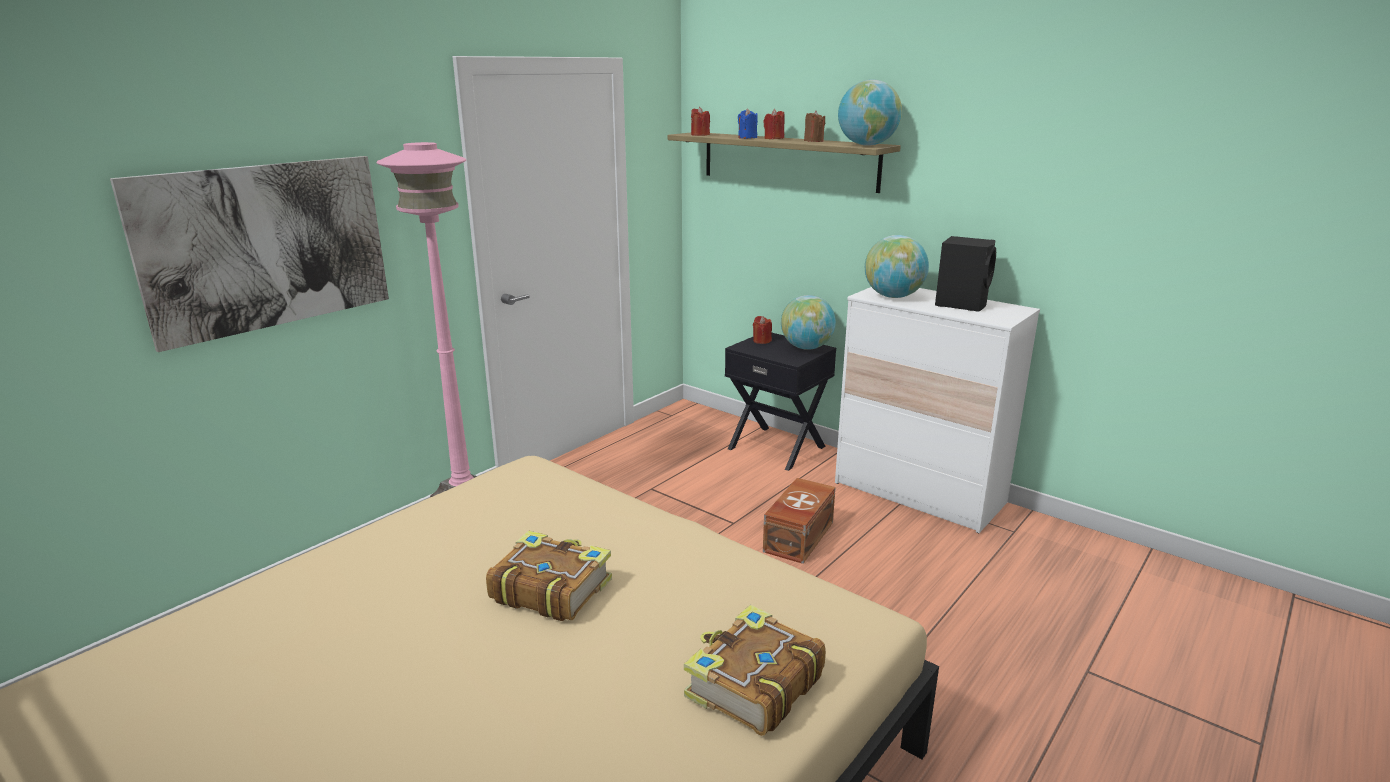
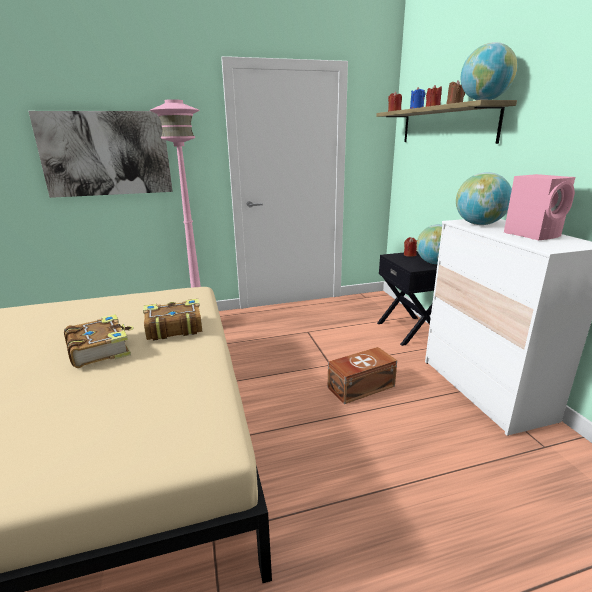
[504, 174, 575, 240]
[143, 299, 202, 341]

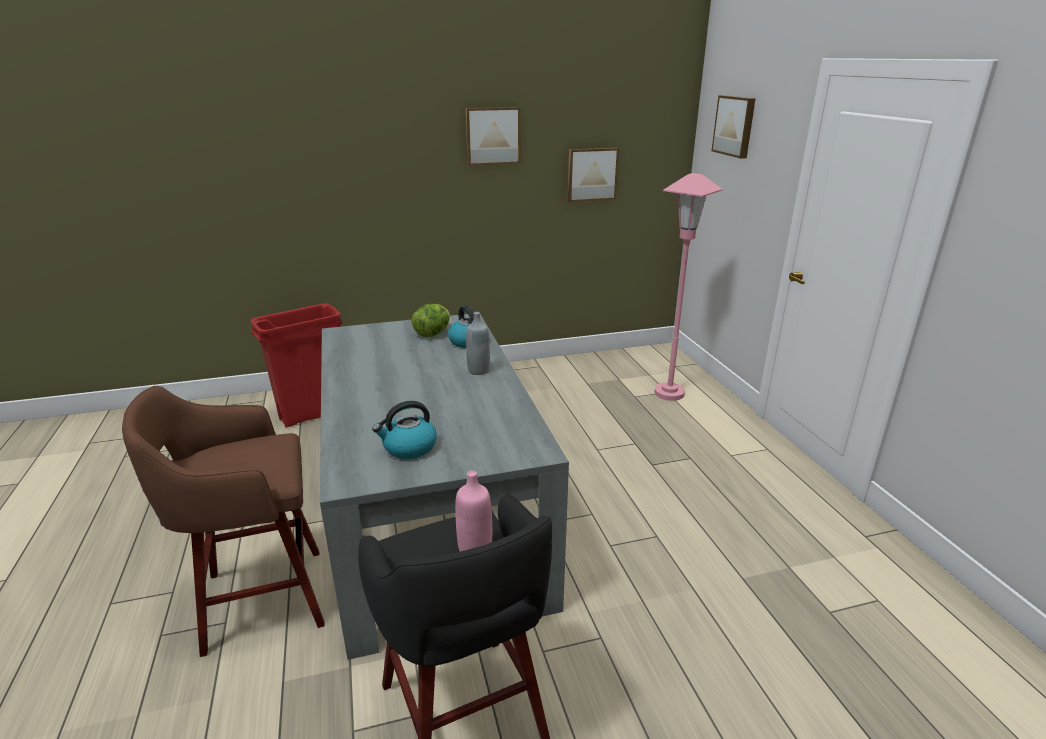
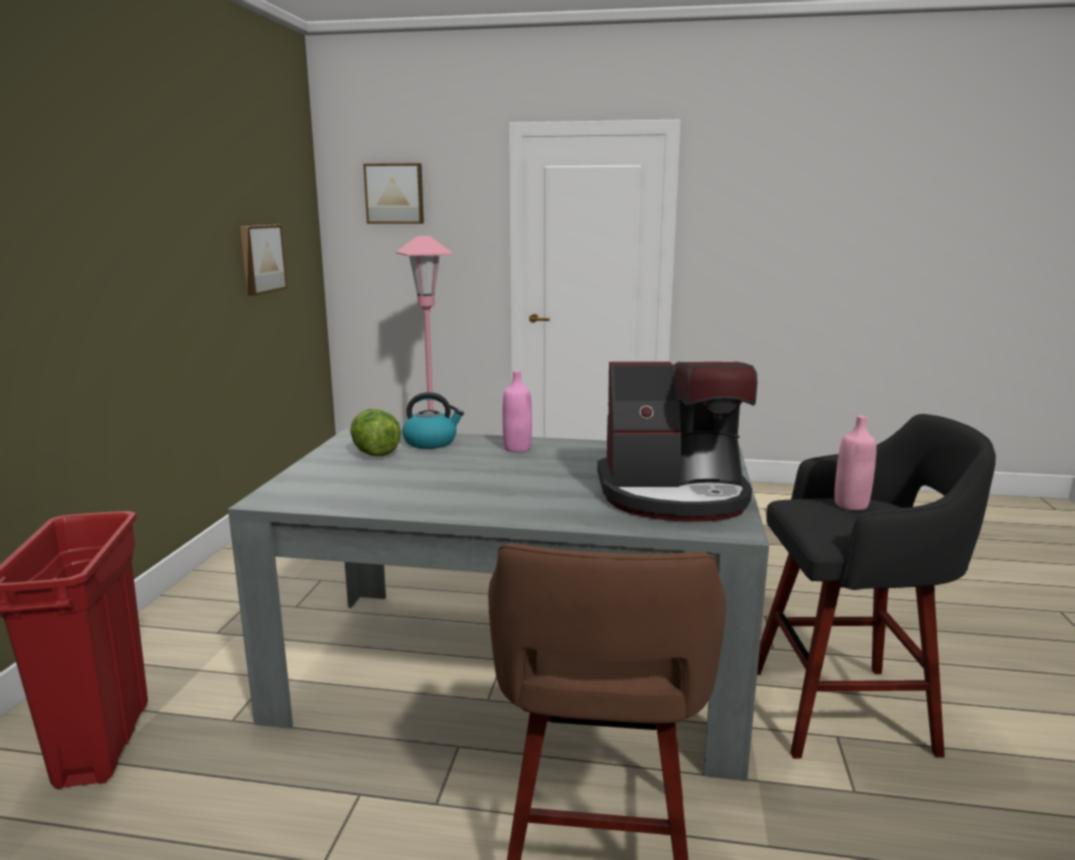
[466, 107, 520, 166] (first image)
[503, 371, 532, 452]
[597, 362, 757, 522]

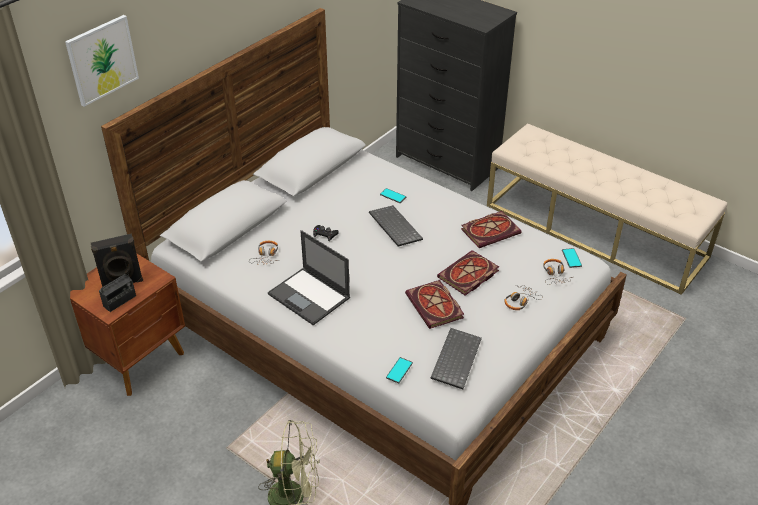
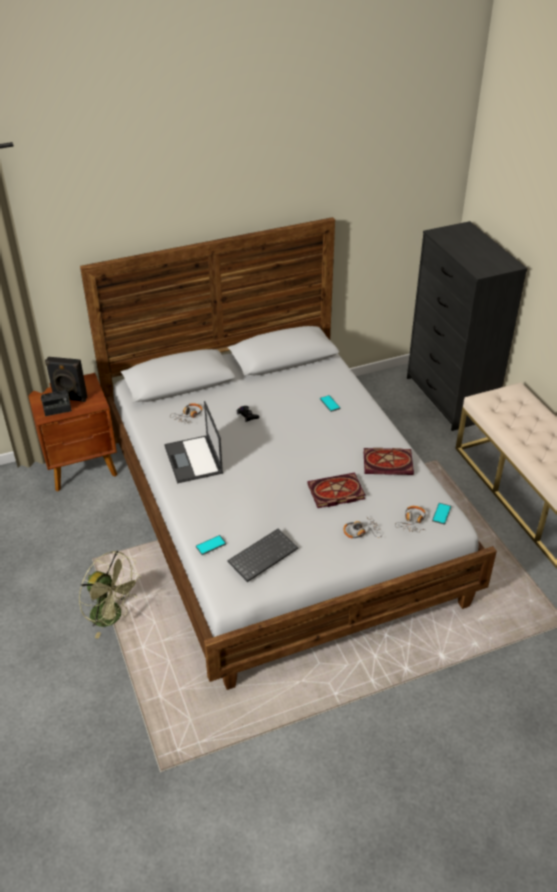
[65, 15, 139, 107] (first image)
[369, 205, 423, 247] (first image)
[405, 280, 464, 329] (first image)

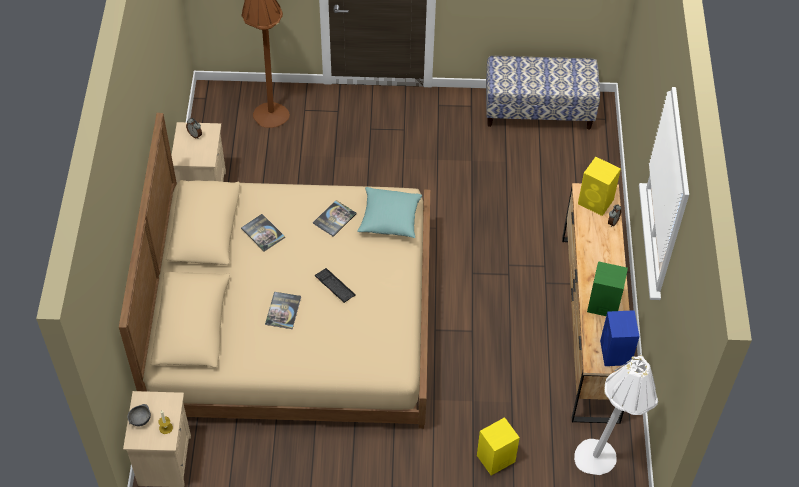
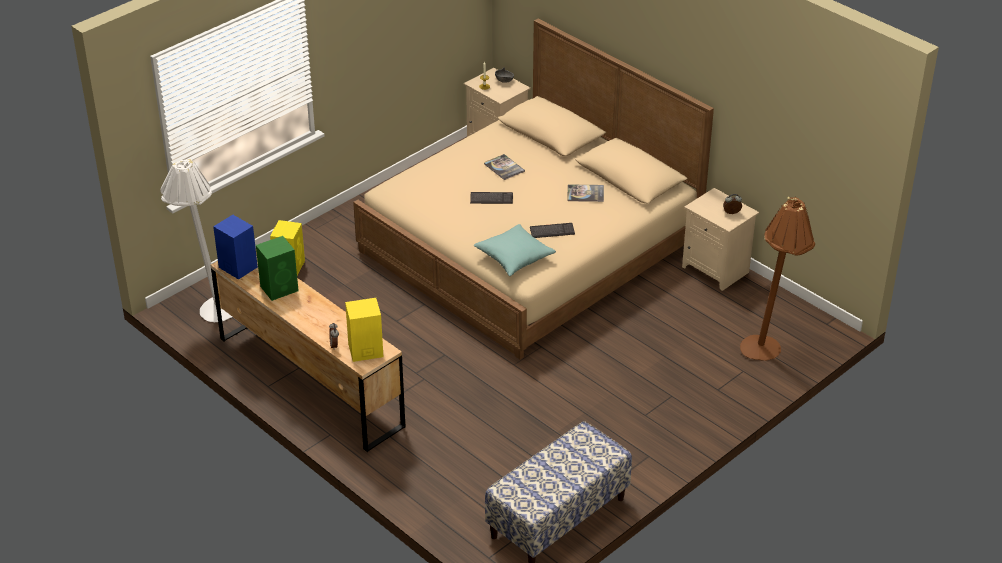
[530, 223, 575, 238]

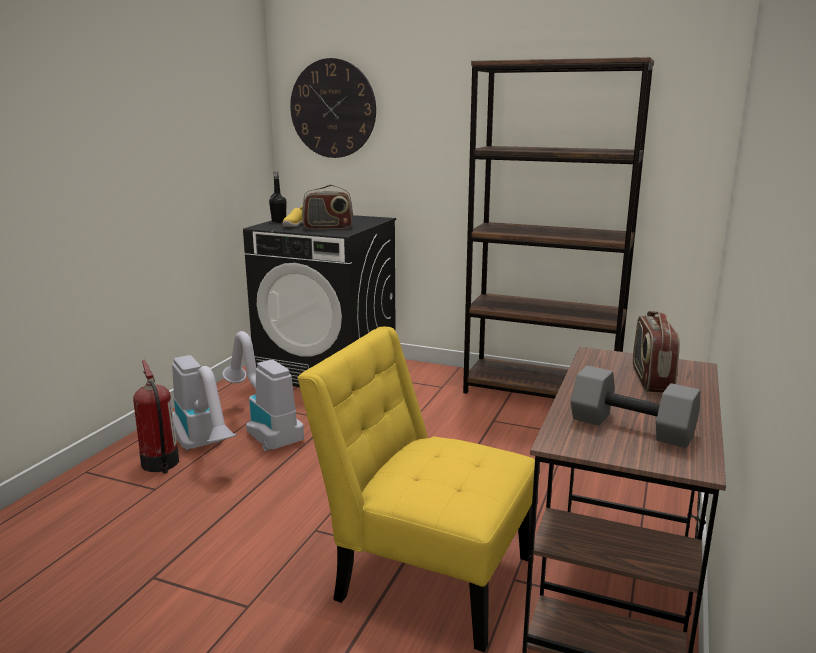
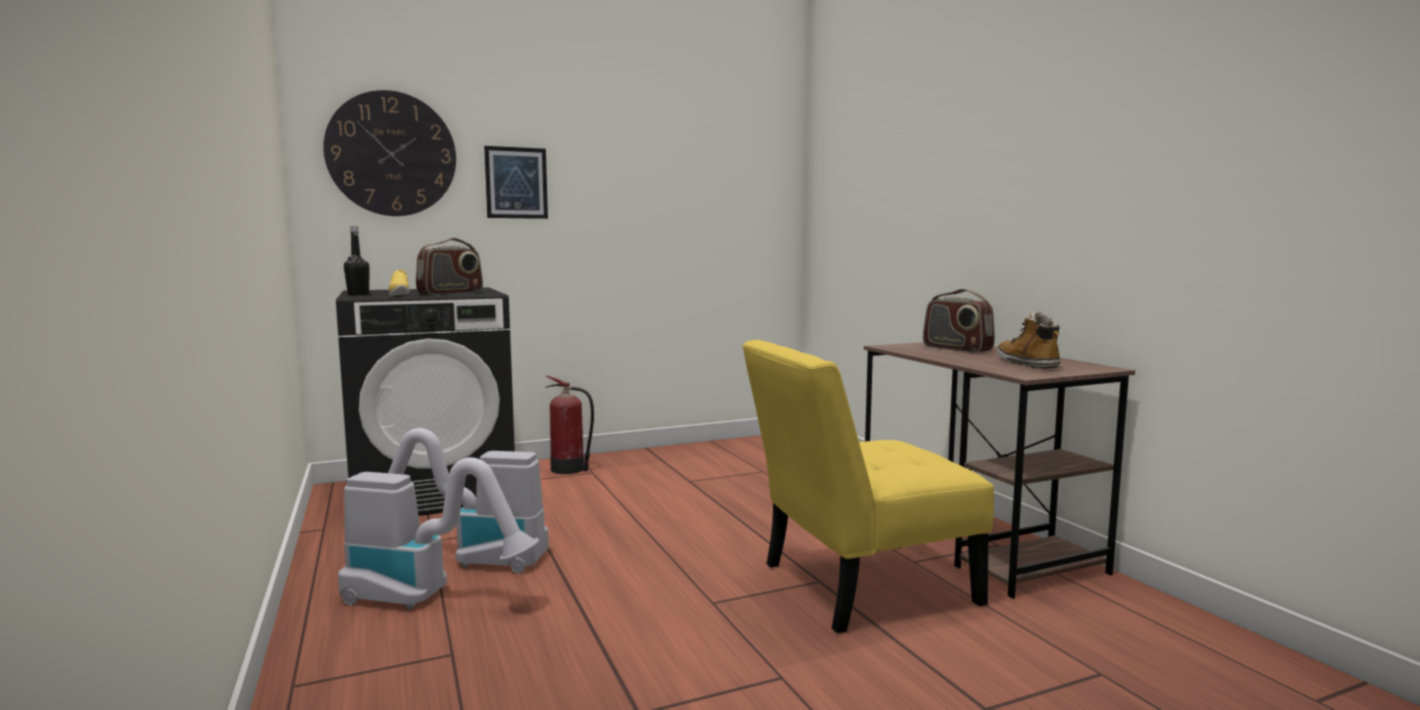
[463, 57, 654, 399] (first image)
[545, 375, 594, 474]
[997, 311, 1060, 369]
[484, 146, 548, 219]

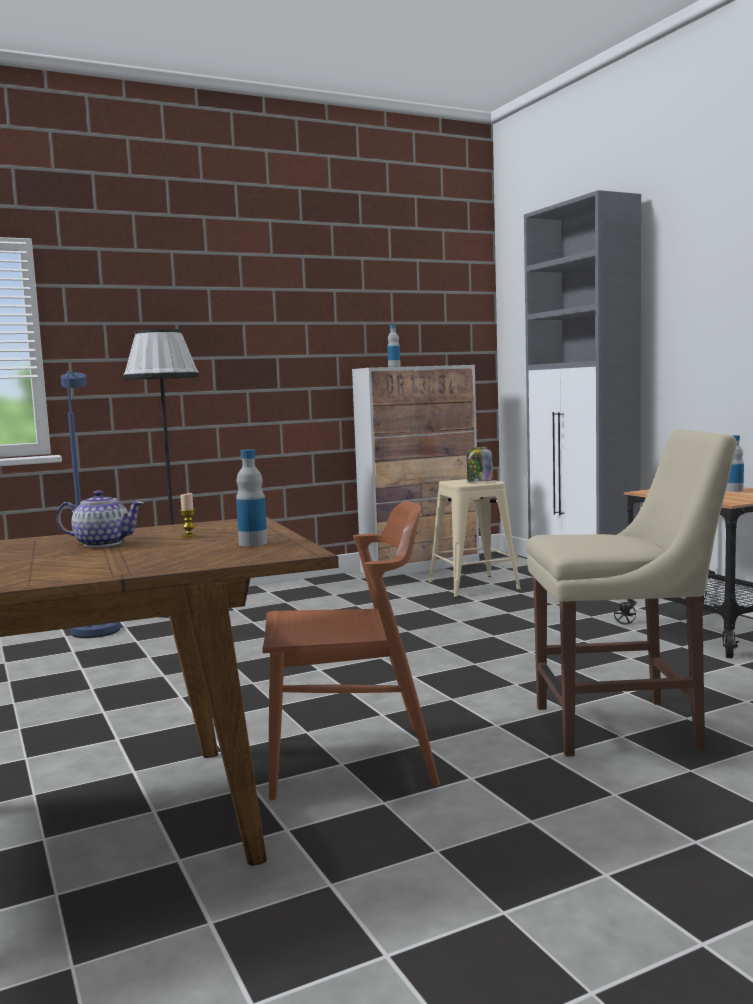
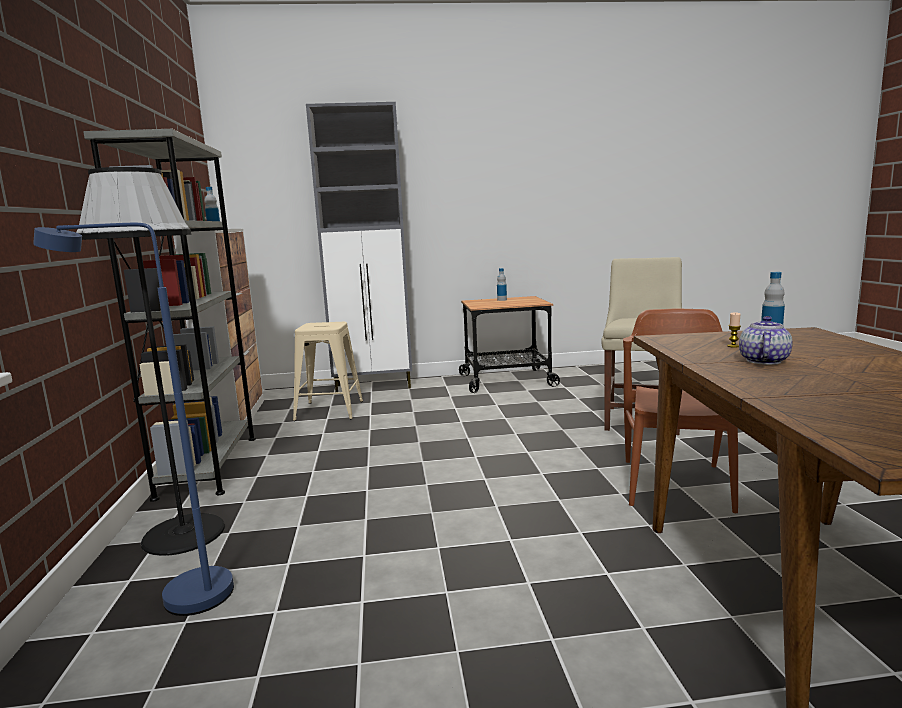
[467, 447, 493, 482] (first image)
[83, 129, 256, 502]

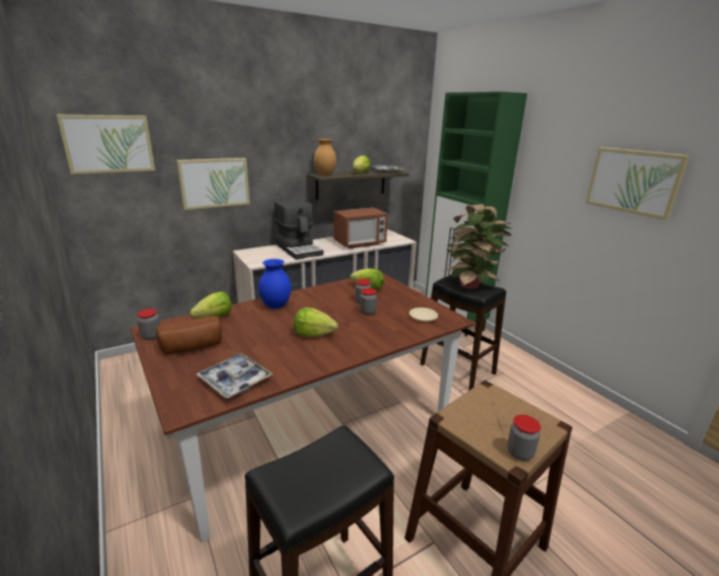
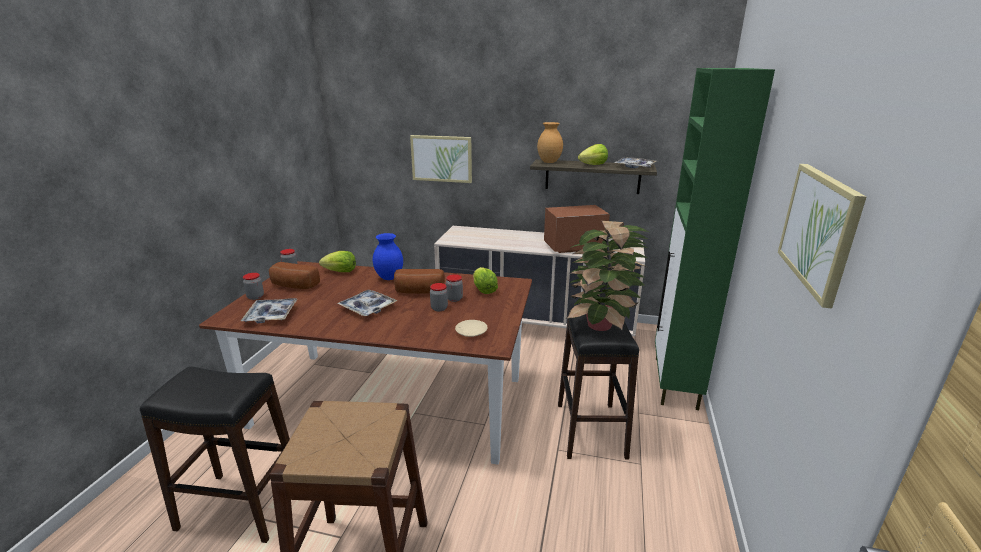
[56, 115, 155, 174] (first image)
[274, 199, 324, 260] (first image)
[544, 205, 610, 253]
[337, 290, 397, 316]
[243, 273, 264, 300]
[394, 269, 445, 294]

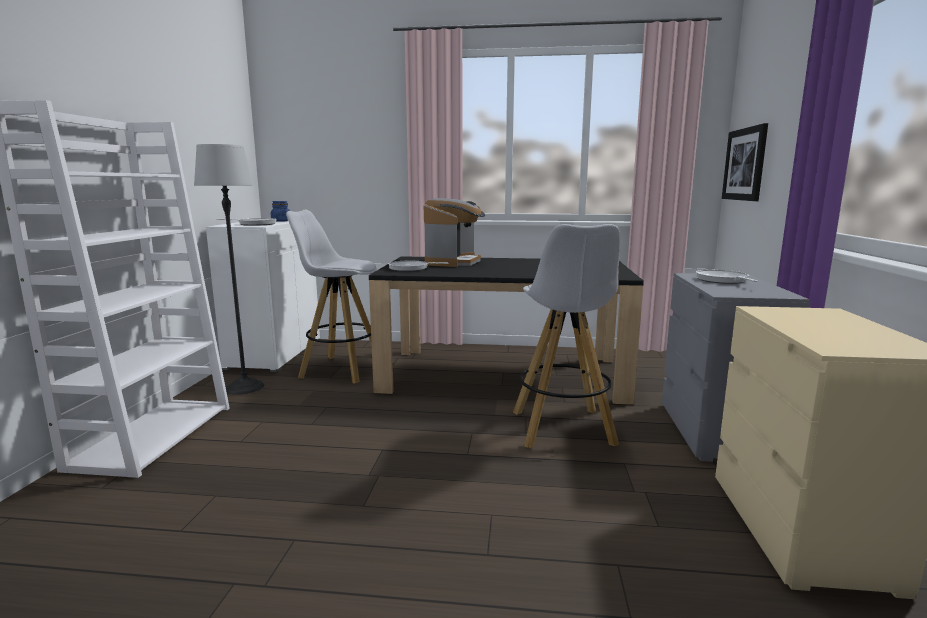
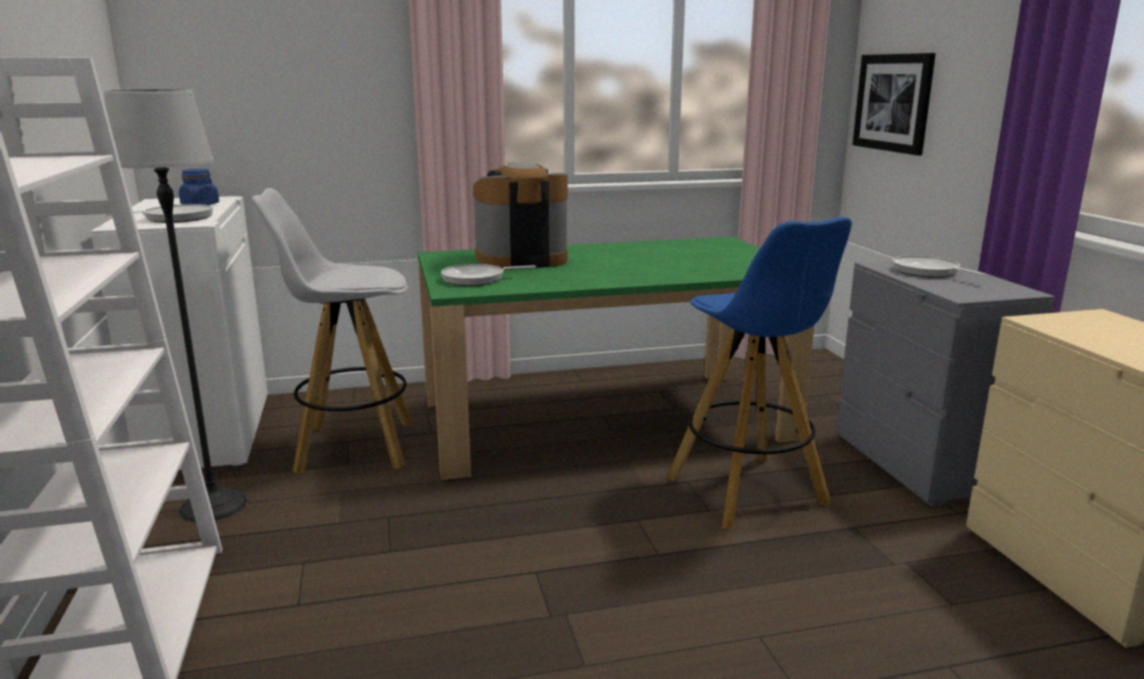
[473, 162, 568, 270]
[667, 217, 852, 529]
[418, 237, 814, 480]

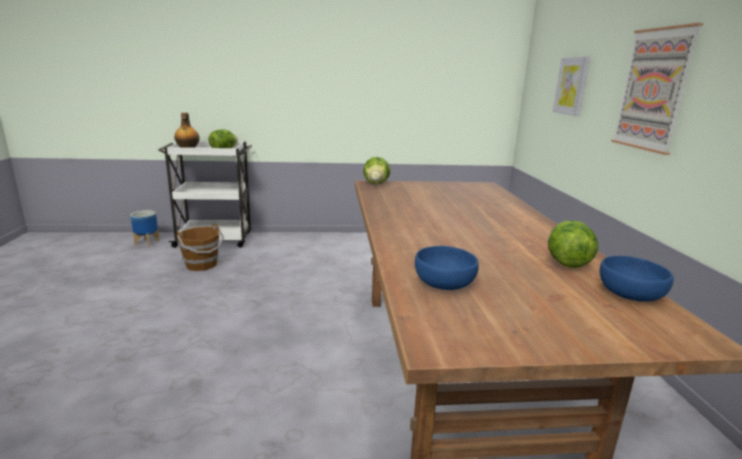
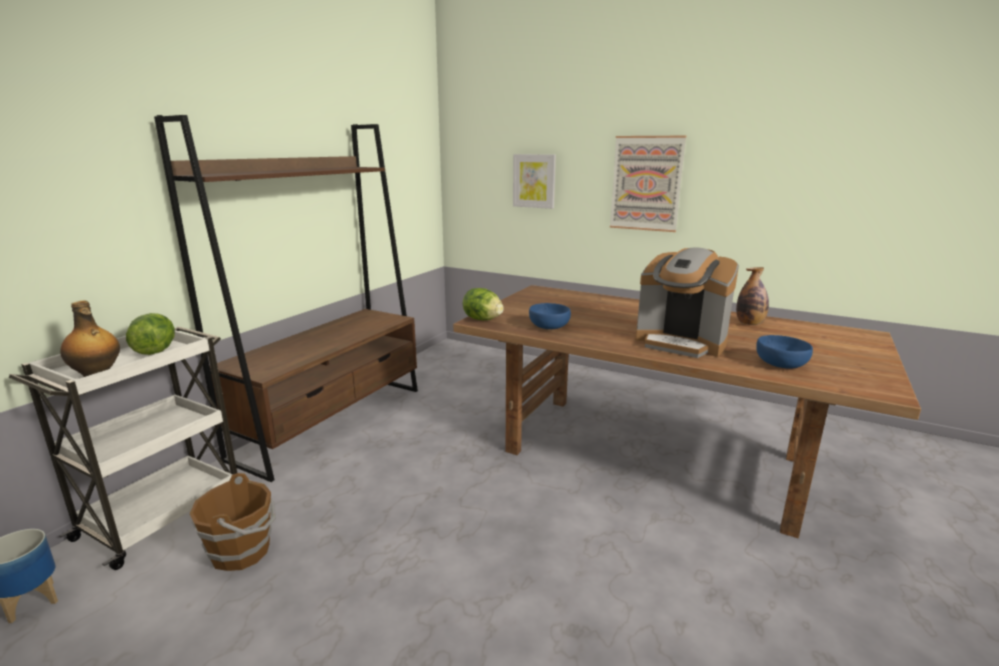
[736, 267, 769, 325]
[529, 303, 571, 329]
[154, 115, 418, 482]
[635, 247, 739, 358]

